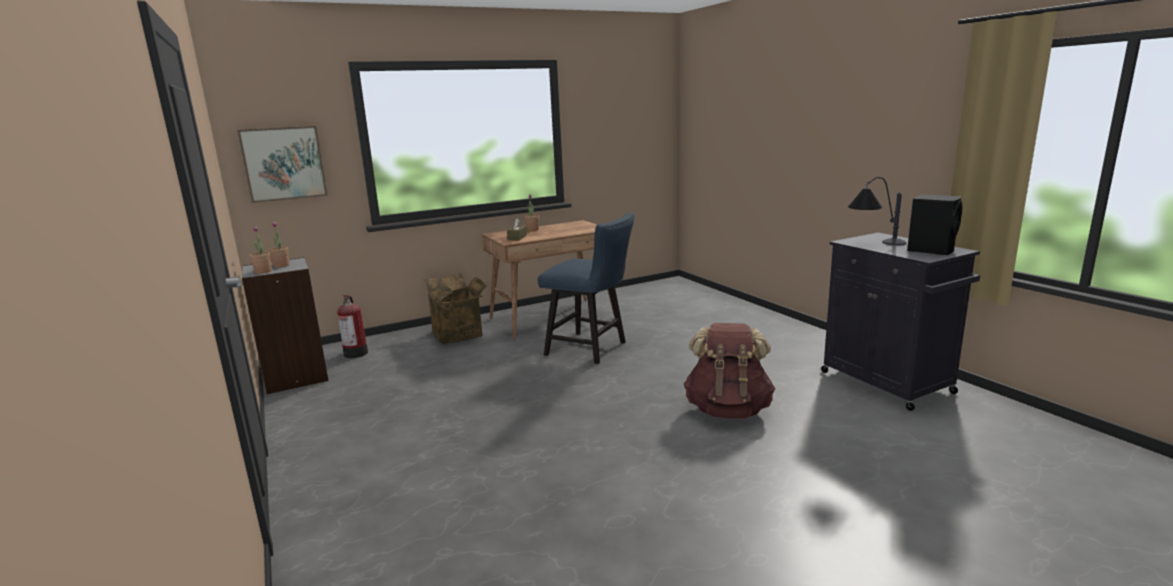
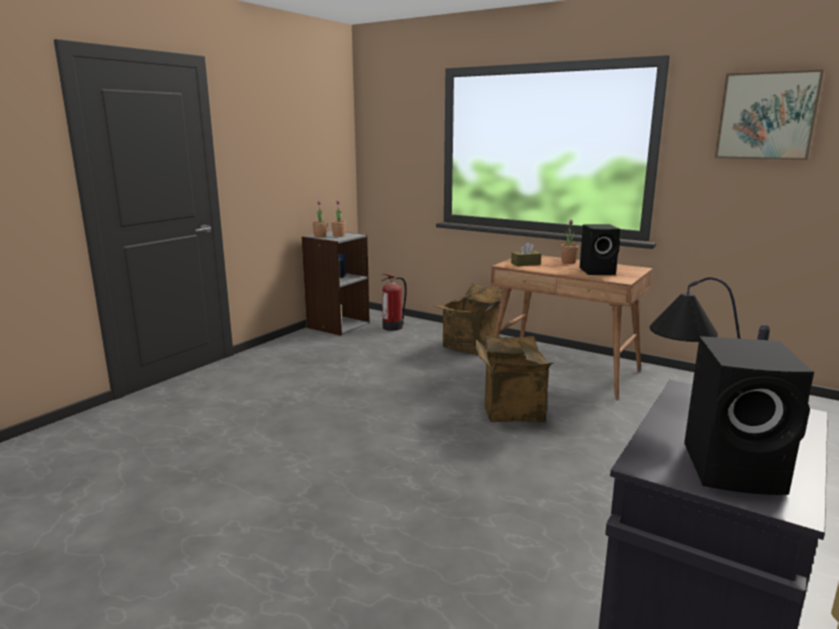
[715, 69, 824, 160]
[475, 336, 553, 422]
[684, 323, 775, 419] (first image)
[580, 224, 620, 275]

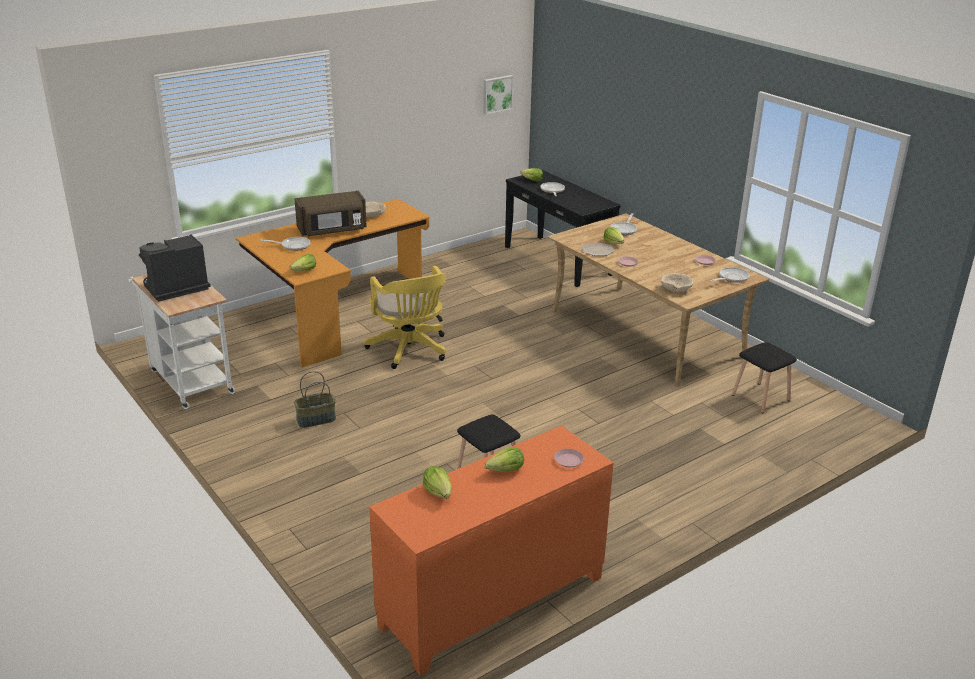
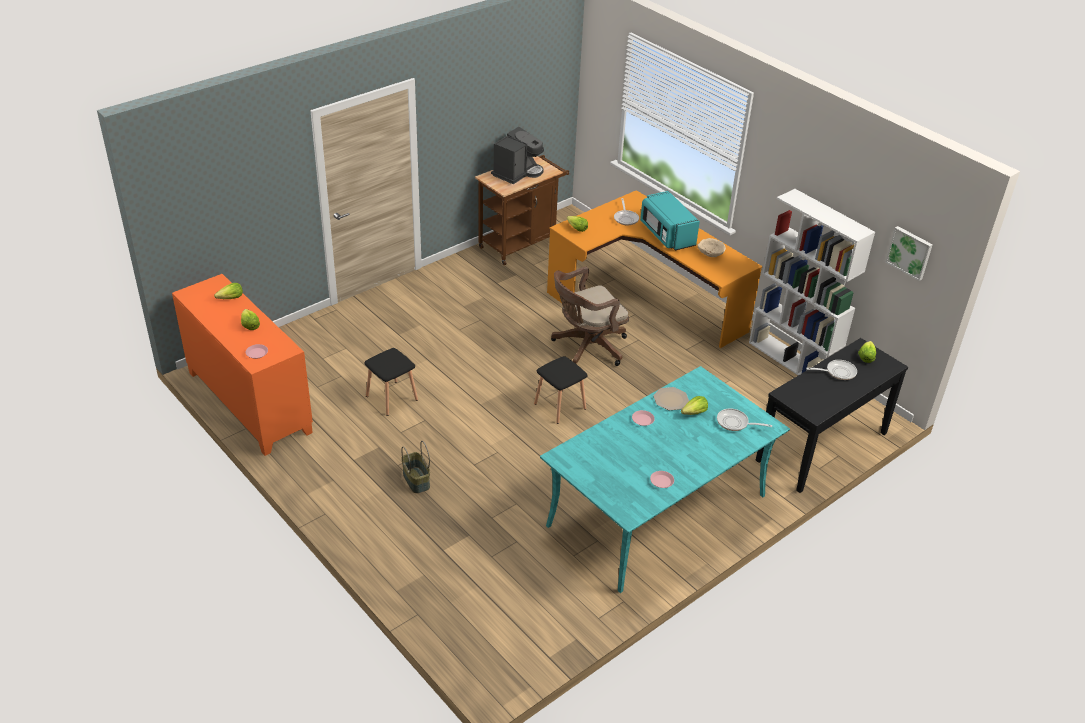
[640, 191, 700, 251]
[540, 366, 790, 593]
[491, 127, 544, 184]
[551, 266, 629, 366]
[710, 267, 750, 283] (first image)
[661, 273, 694, 292] (first image)
[475, 155, 569, 265]
[534, 356, 588, 424]
[402, 441, 430, 493]
[749, 189, 875, 375]

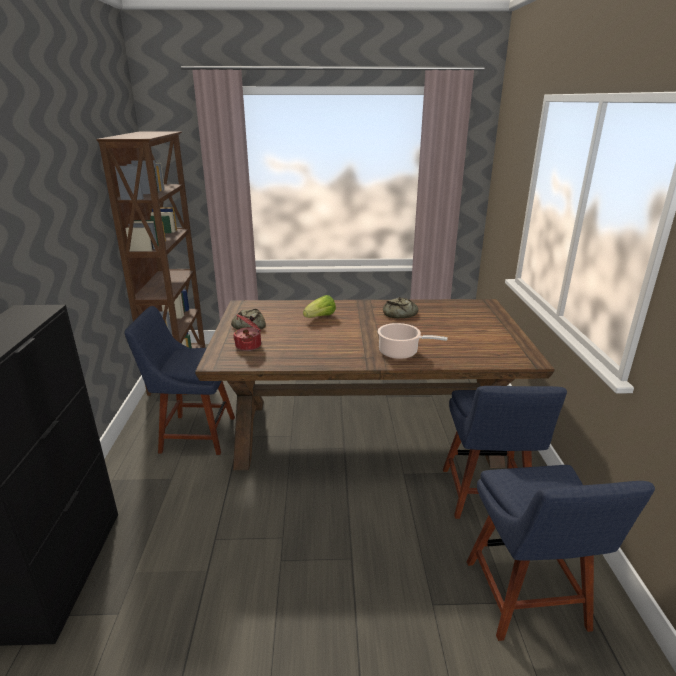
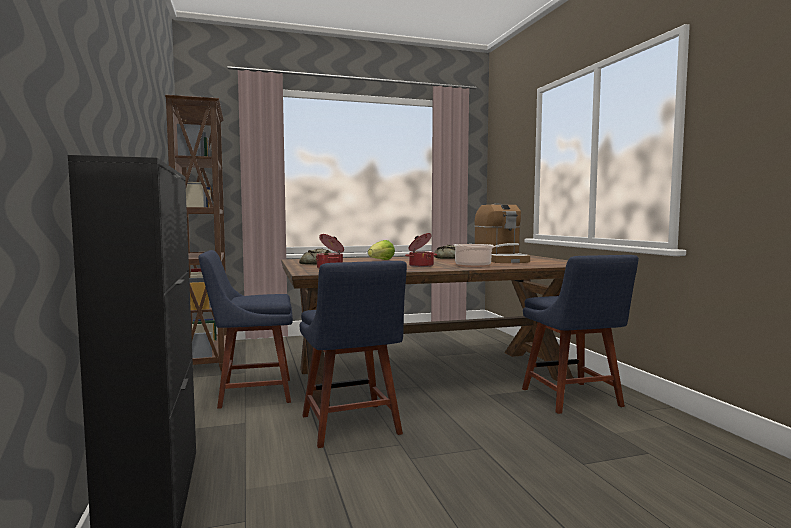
[300, 261, 407, 448]
[475, 203, 530, 263]
[405, 233, 437, 267]

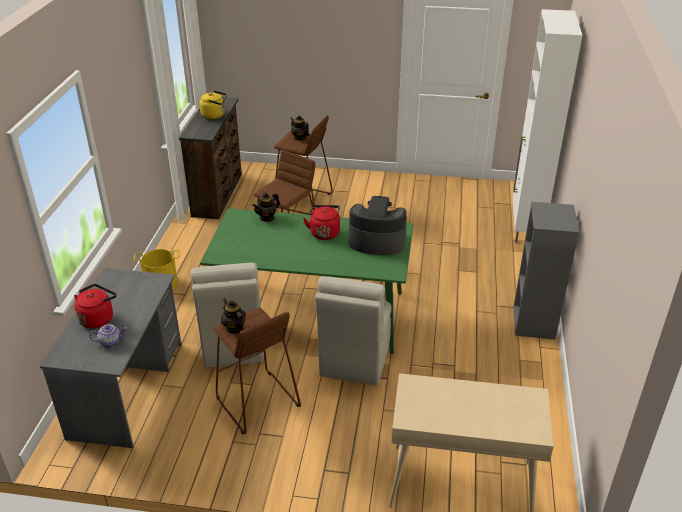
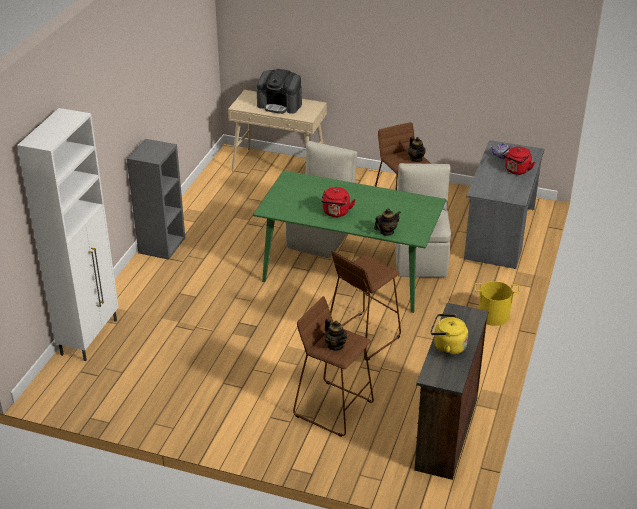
[257, 69, 302, 114]

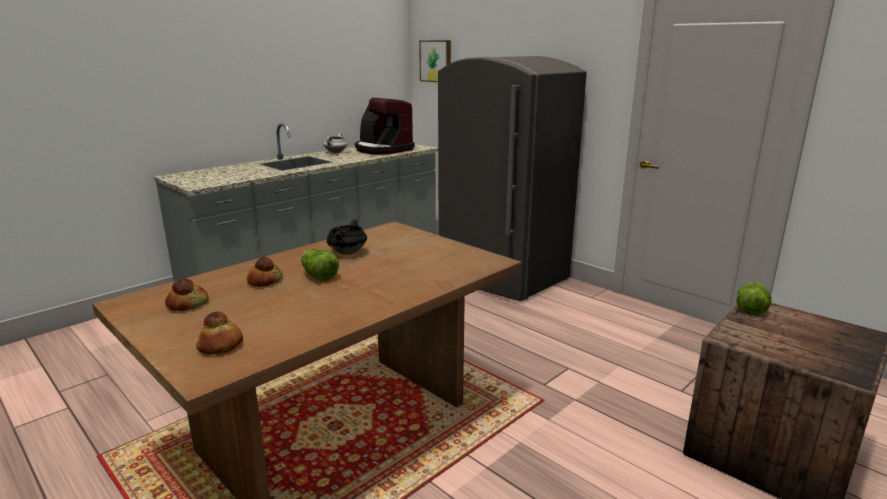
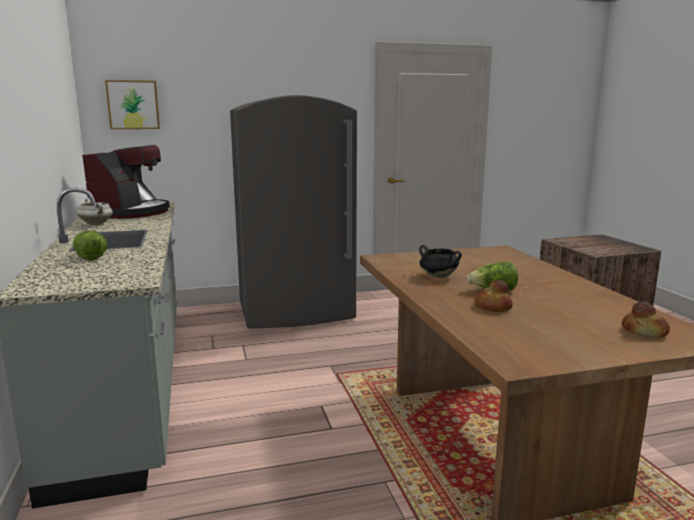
[82, 145, 170, 219]
[165, 278, 208, 311] (first image)
[73, 230, 107, 260]

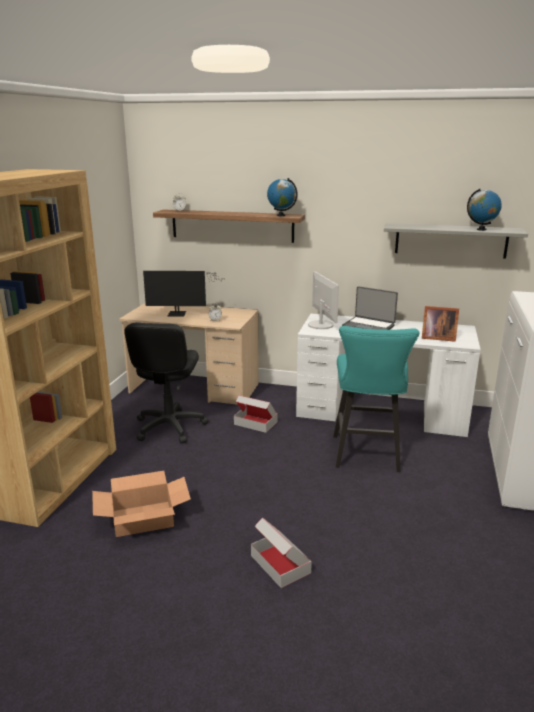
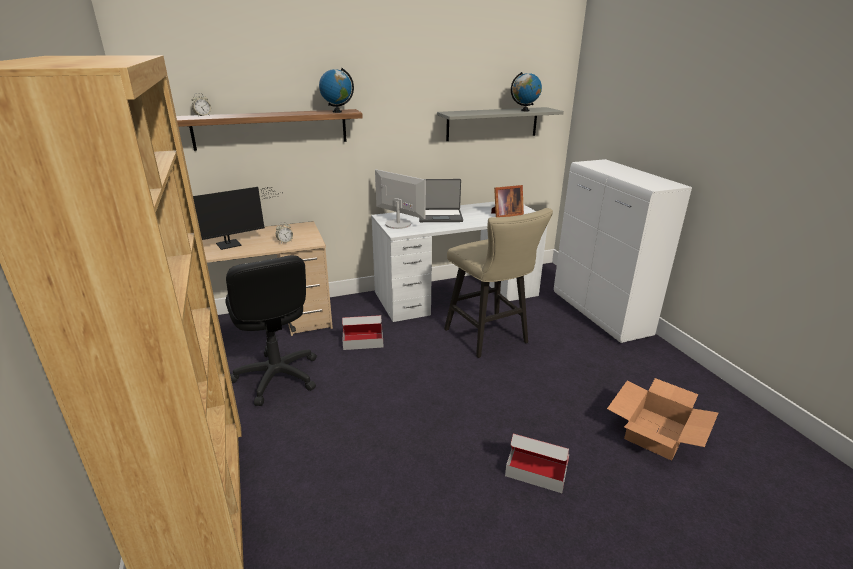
[444, 208, 553, 358]
[607, 378, 718, 461]

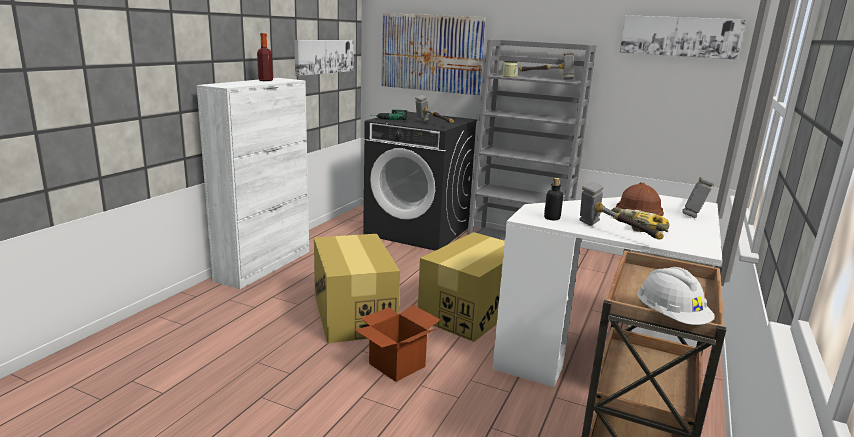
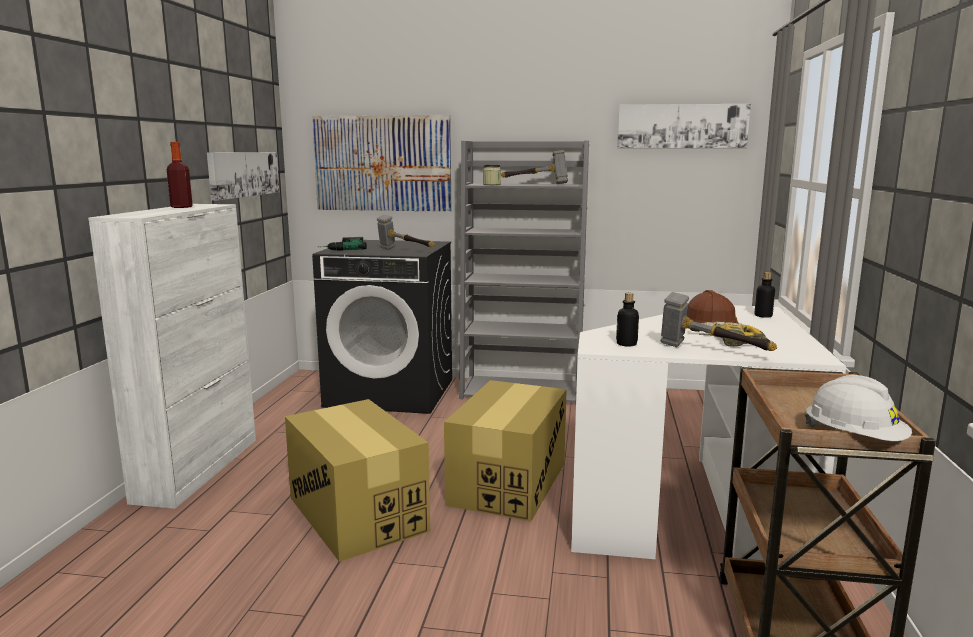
[754, 272, 775, 318]
[355, 305, 440, 382] (first image)

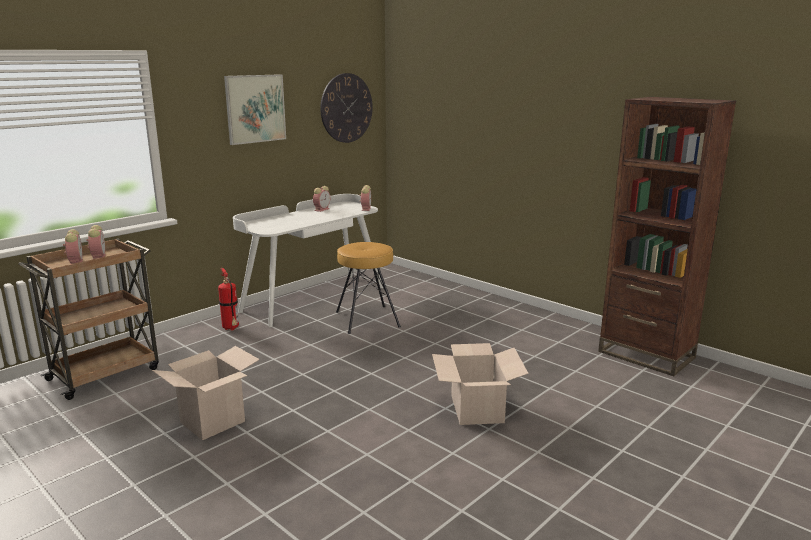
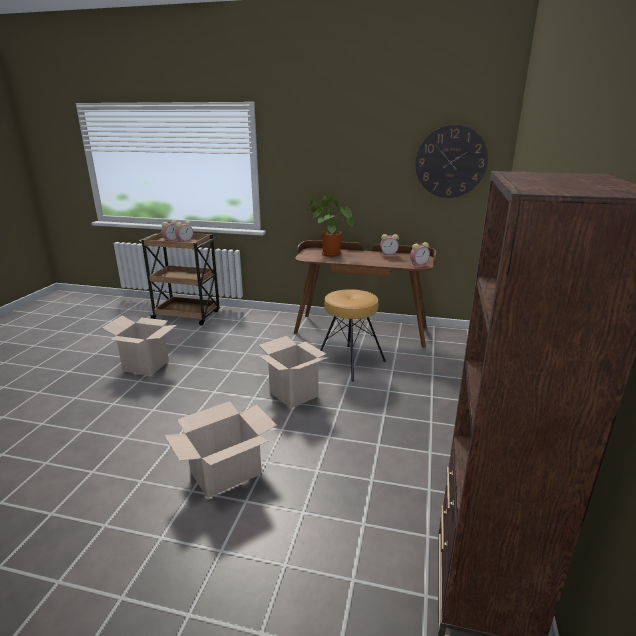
[224, 74, 286, 145] (first image)
[294, 240, 436, 348]
[218, 268, 239, 331] (first image)
[306, 196, 353, 257]
[259, 336, 329, 409]

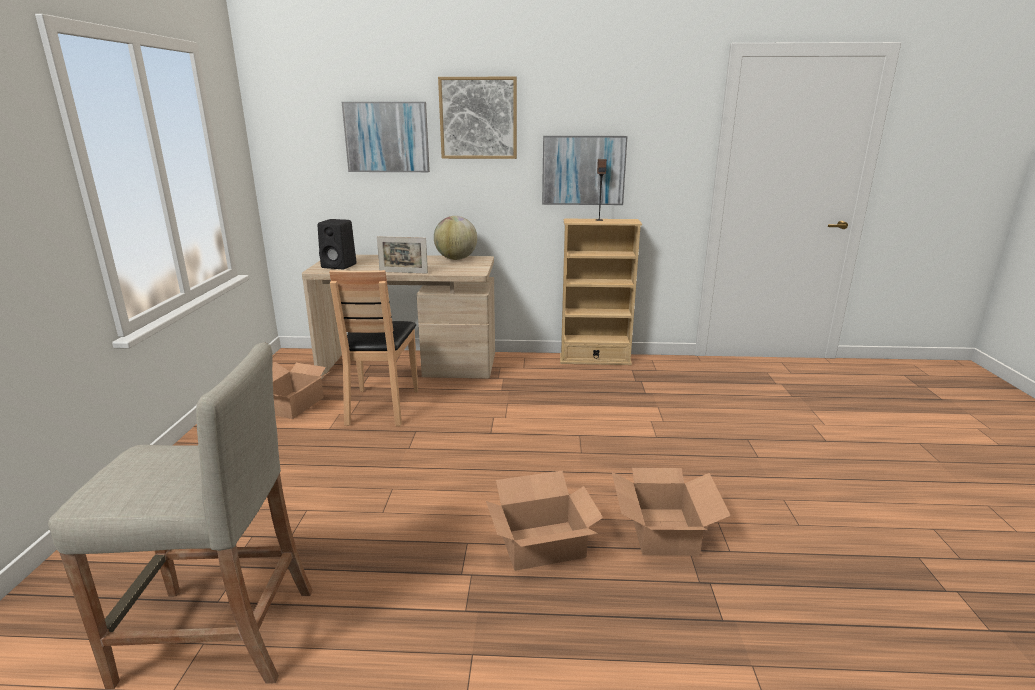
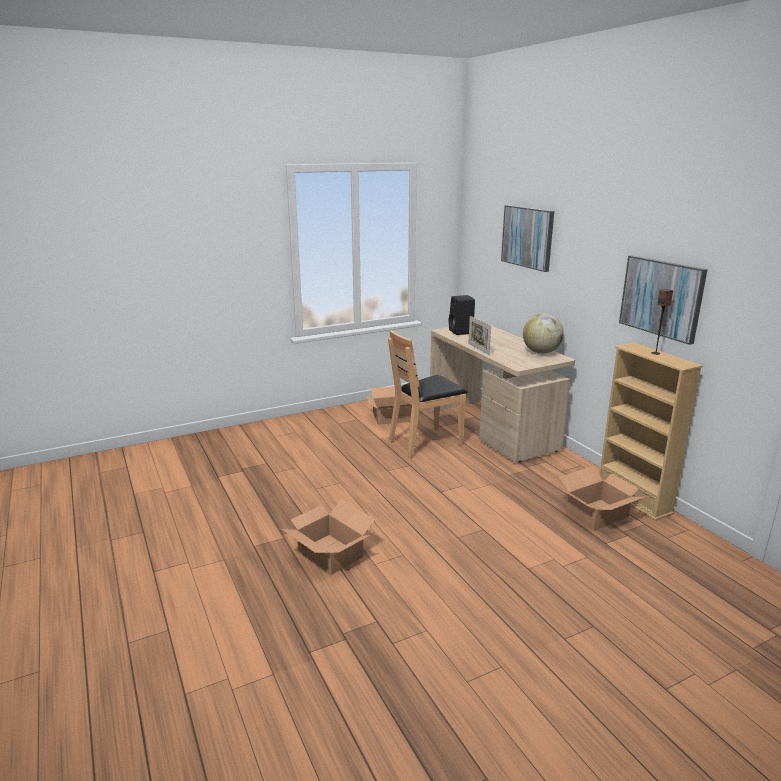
[438, 77, 517, 159] (first image)
[48, 342, 312, 689] (first image)
[559, 466, 645, 530]

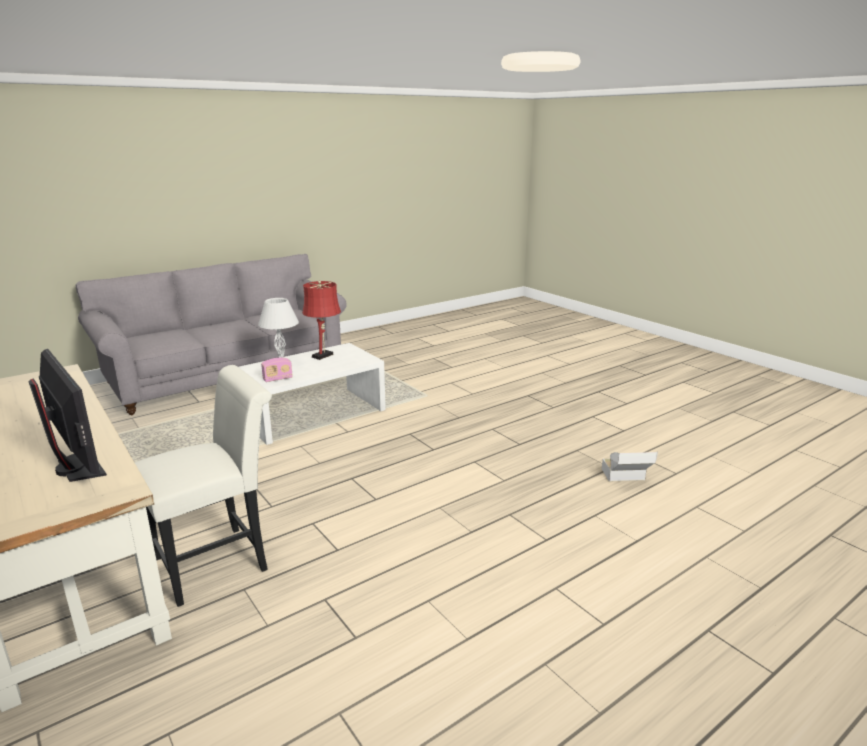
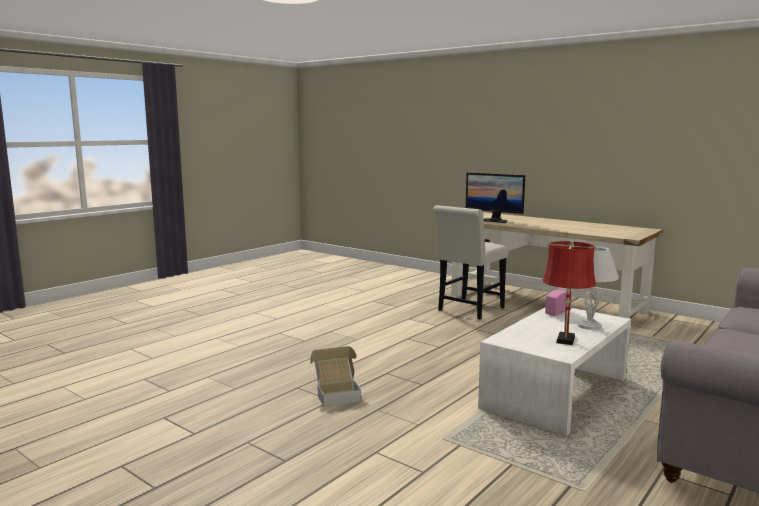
[310, 346, 361, 407]

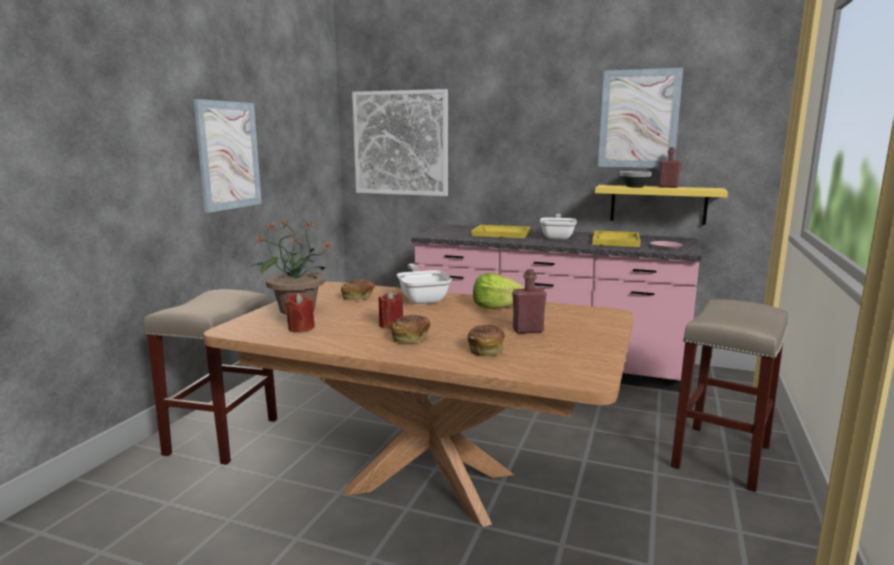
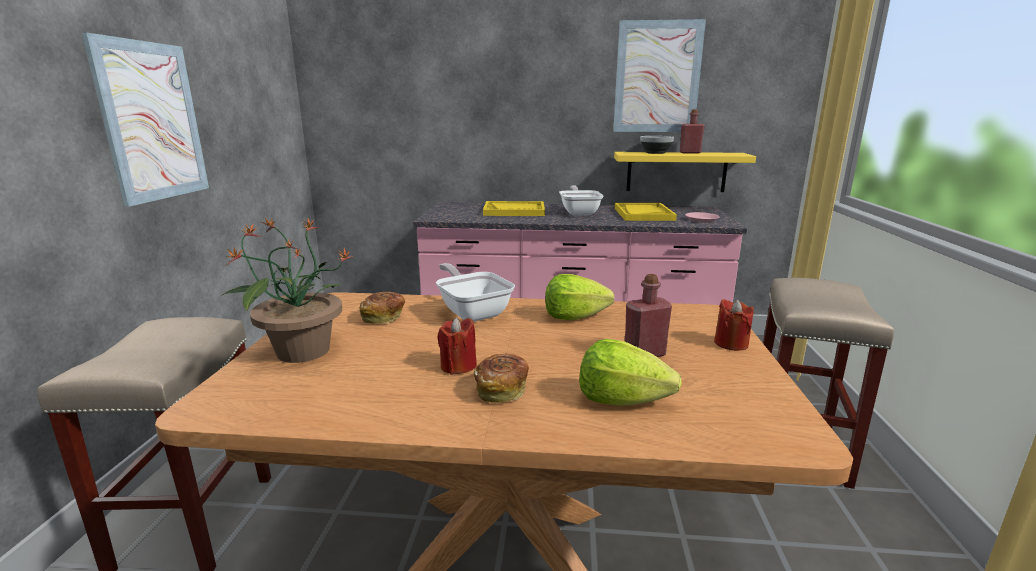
[352, 89, 448, 196] (first image)
[714, 299, 754, 351]
[579, 339, 682, 406]

